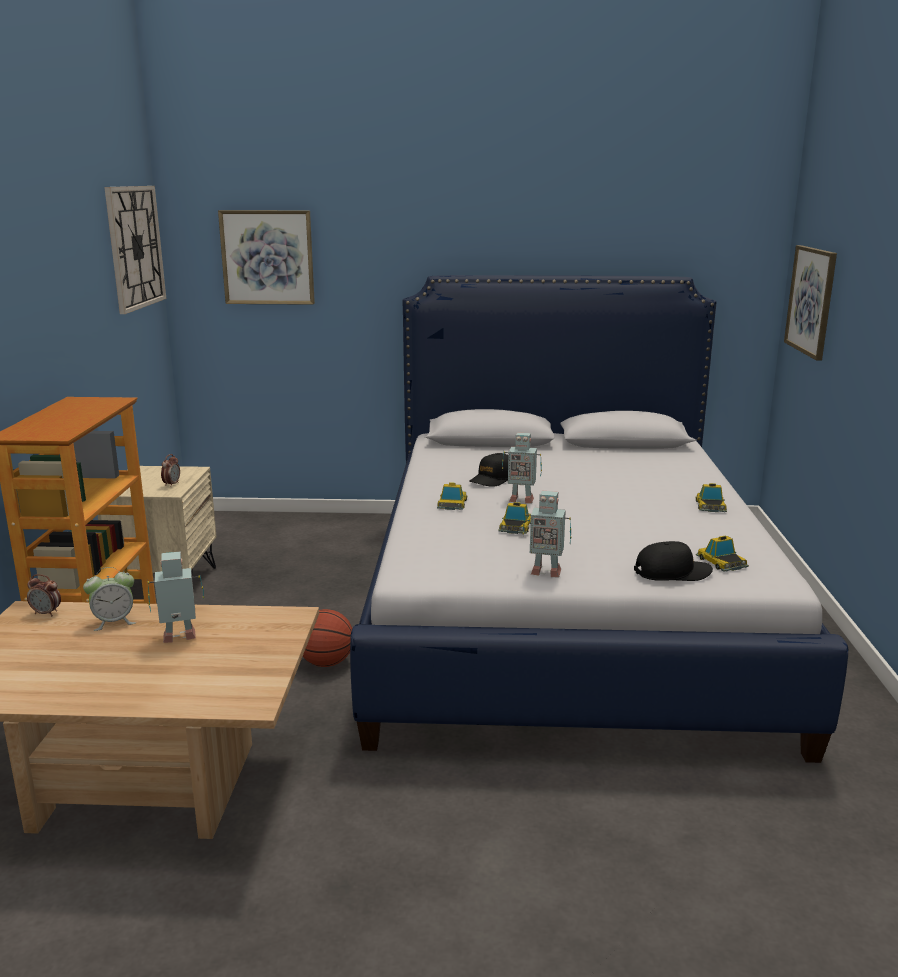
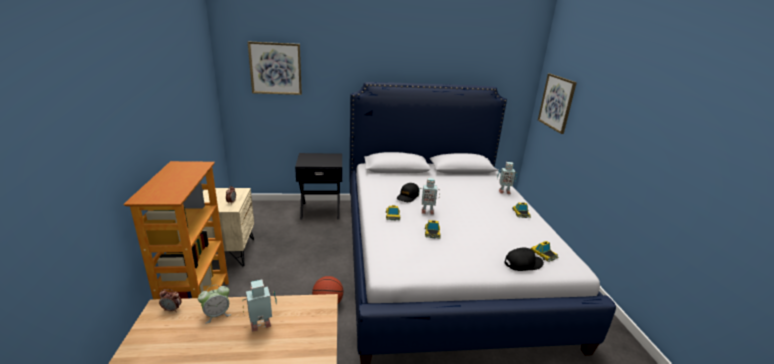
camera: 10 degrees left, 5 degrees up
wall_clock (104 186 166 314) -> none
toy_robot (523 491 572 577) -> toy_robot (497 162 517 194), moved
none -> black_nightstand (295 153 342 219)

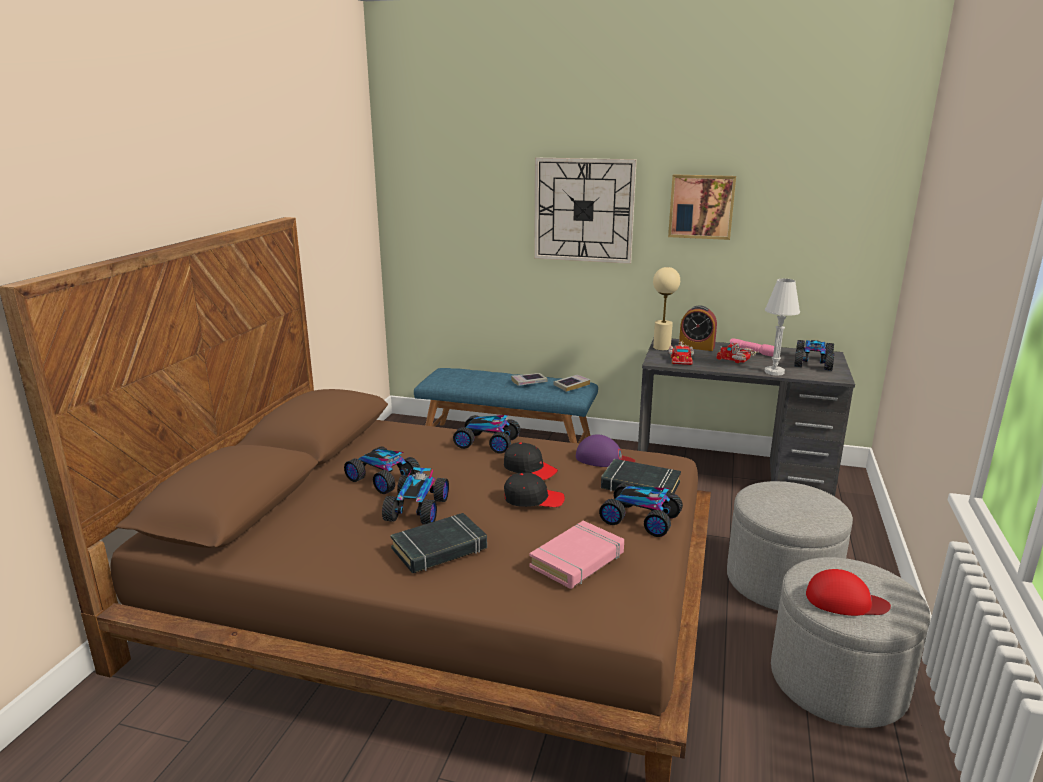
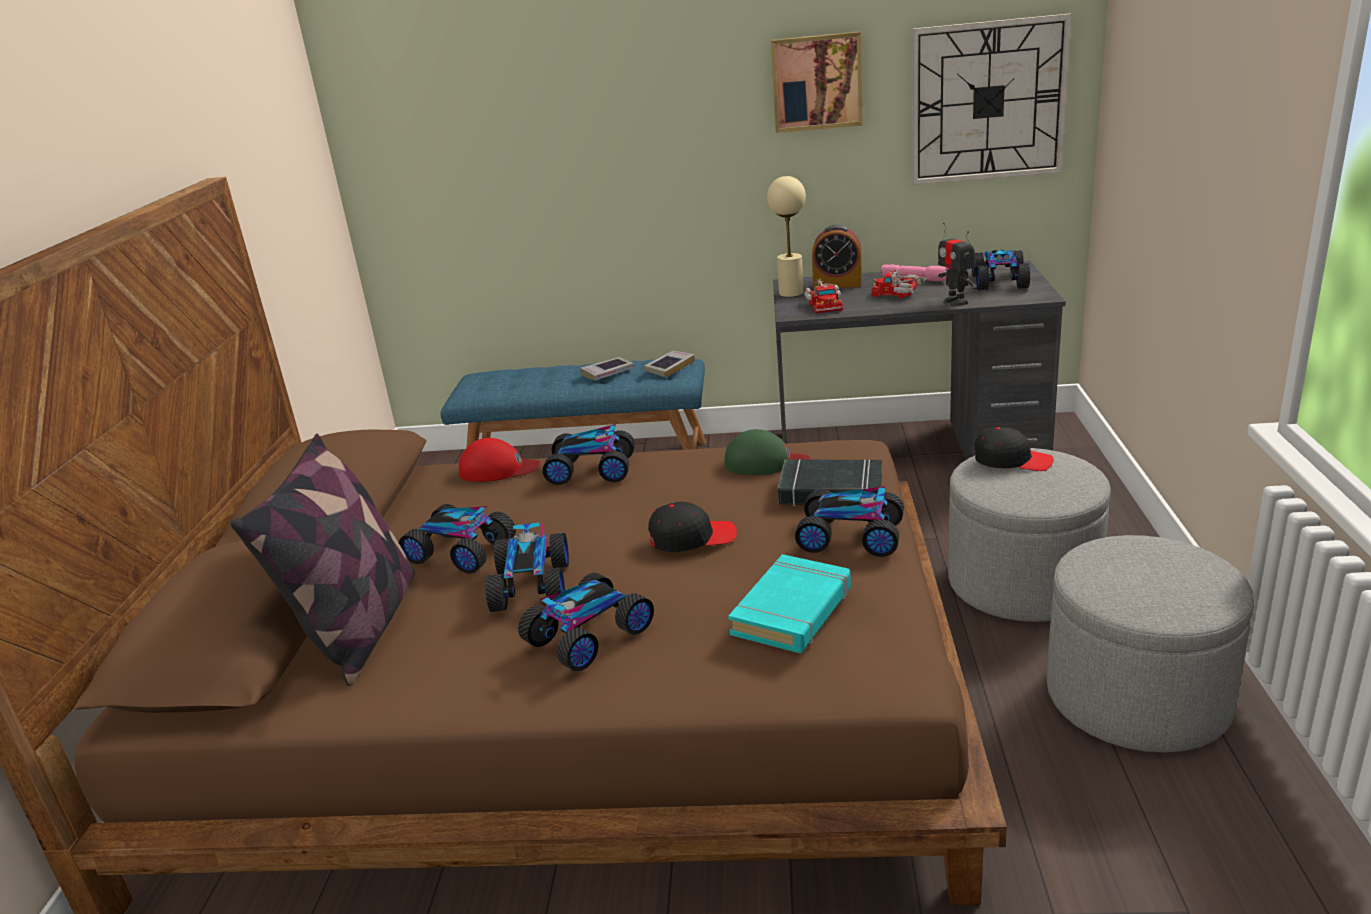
camera: 10 degrees left, 5 degrees up
wall_clock (534 158 637 264) -> wall_clock (912 14 1072 185), moved
white_table_lamp (765 279 800 376) -> toy_robot (938 223 977 306)
purple_cap (576 434 635 467) -> green_cap (724 429 810 475)
black_cap (504 442 558 480) -> black_cap (975 427 1053 471), moved
black_book (390 513 487 573) -> toy_car (518 573 654 671)
pink_book (529 521 624 589) -> turquoise_book (728 554 851 653)
red_cap (806 569 891 616) -> red_cap (459 438 541 482), moved
none -> pillow (231 434 415 686)

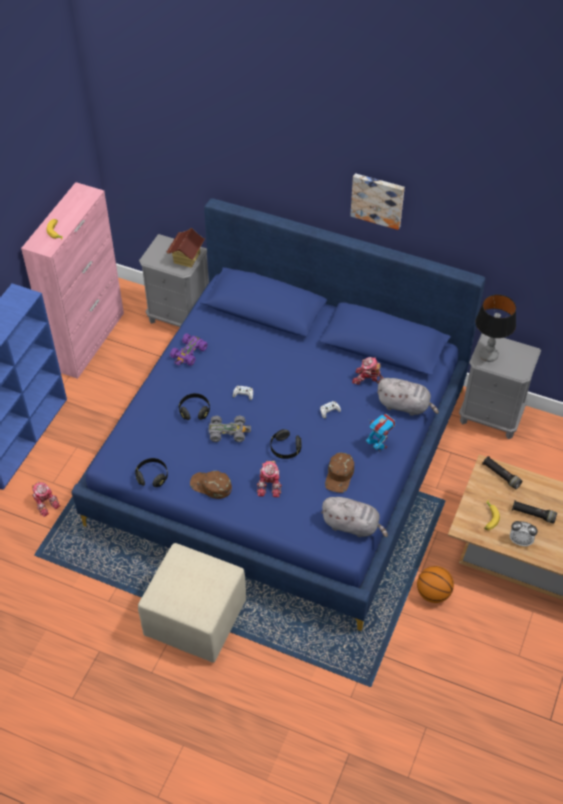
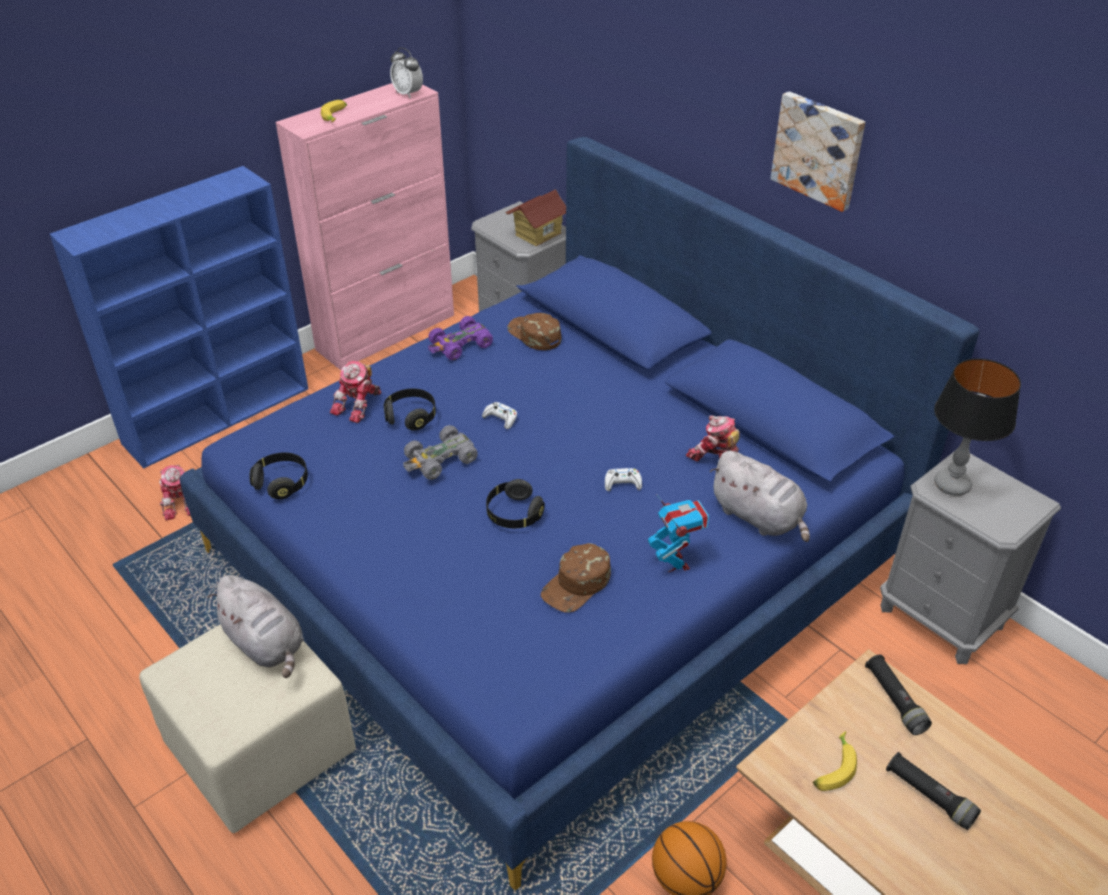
camera: 25 degrees right, 10 degrees down
grey_toy_car (209 416 251 442) -> grey_toy_car (403 425 477 480), 120 degrees clockwise
toy_robot (257 461 282 497) -> toy_robot (330 361 382 423), moved
brown_cap (190 471 232 499) -> brown_cap (508 313 561 350), moved
grey_plush_toy (321 497 388 537) -> grey_plush_toy (208 575 304 678), moved
alarm_clock (510 521 537 546) -> alarm_clock (390 48 423 98), moved

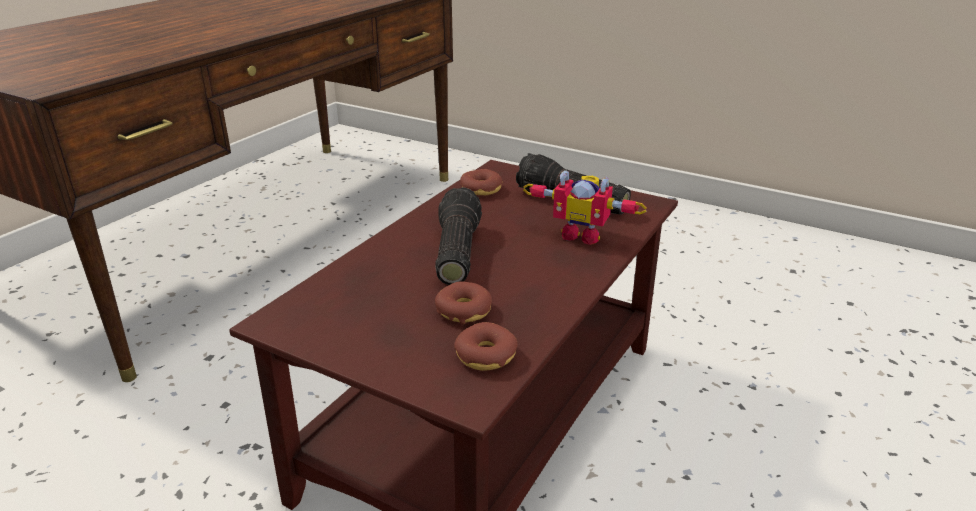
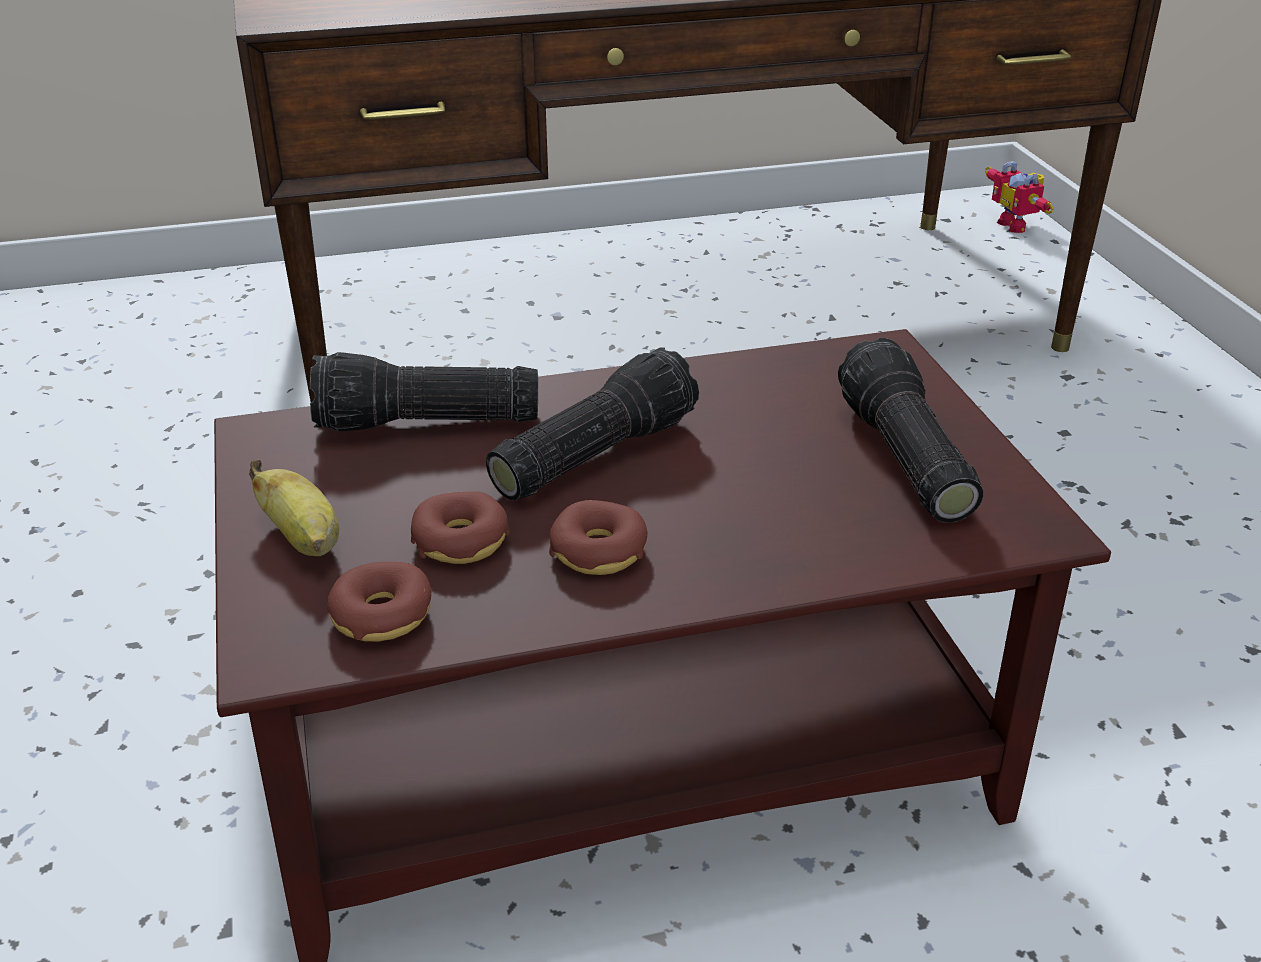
camera: 45 degrees right, 5 degrees up
donut (460 169 503 195) -> donut (549 500 648 575), moved
toy_robot (523 170 647 245) -> toy_robot (985 161 1054 233), moved
none -> flashlight (310 352 538 432)
none -> banana (249 460 339 556)

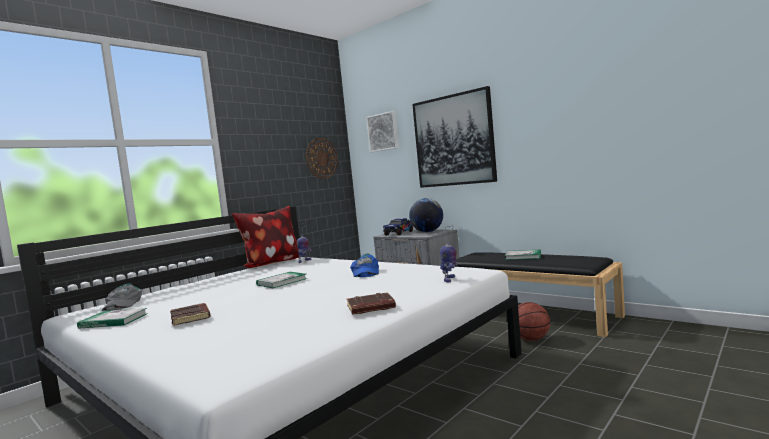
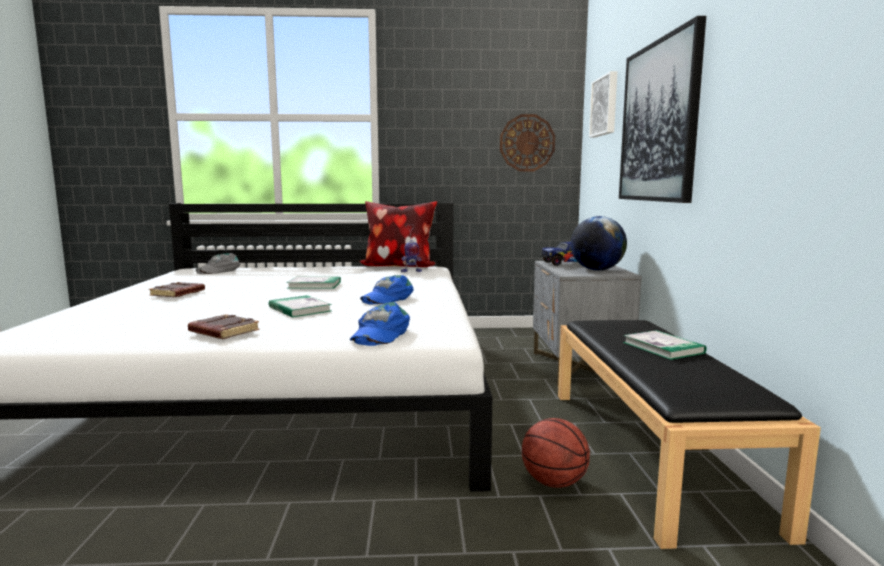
camera: 45 degrees right, 5 degrees up
toy_robot (440 225 457 283) -> blue_cap (350 302 410 346)
book (77 308 148 329) -> book (269 295 332 317), moved

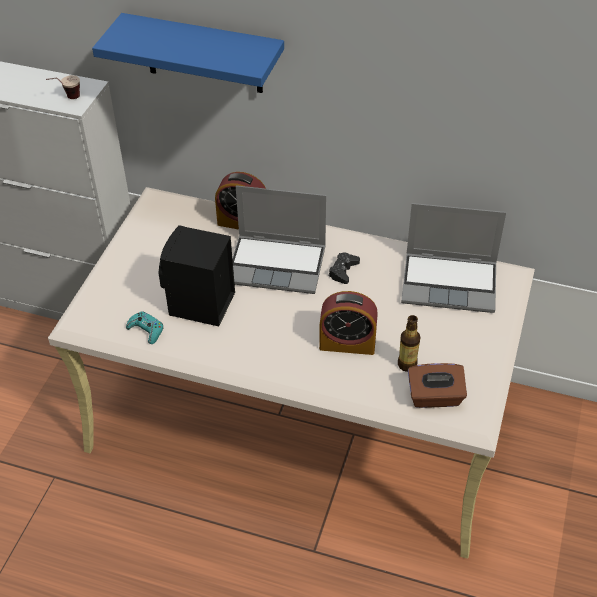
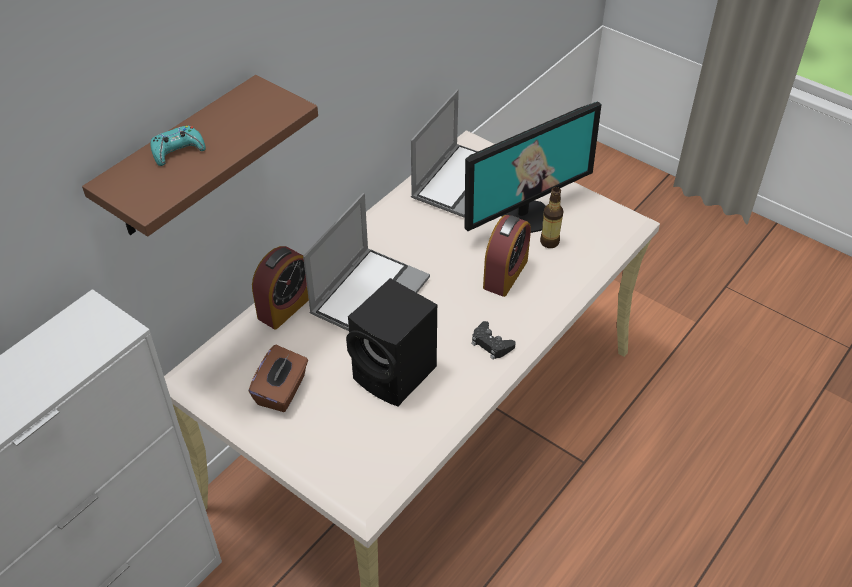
camera: 70 degrees left, 0 degrees up
blue_shelf (92 13 284 93) -> brown_shelf (82 75 318 237)
cup (46 75 80 99) -> none
black_game_controller (329 252 360 284) -> black_game_controller (472 321 515 360), moved
turquoise_game_controller (126 311 163 344) -> turquoise_game_controller (150 125 206 166), moved
brown_tissue_box (408 363 467 408) -> brown_tissue_box (249 345 308 412), moved
none -> monitor (464 101 602 233)

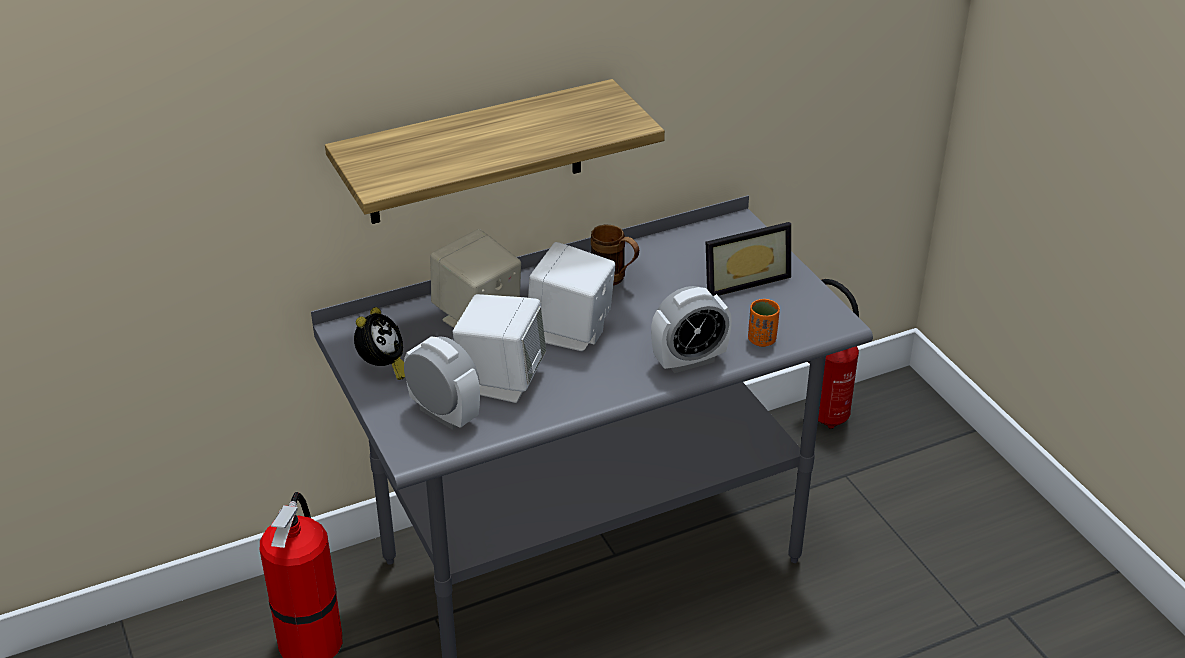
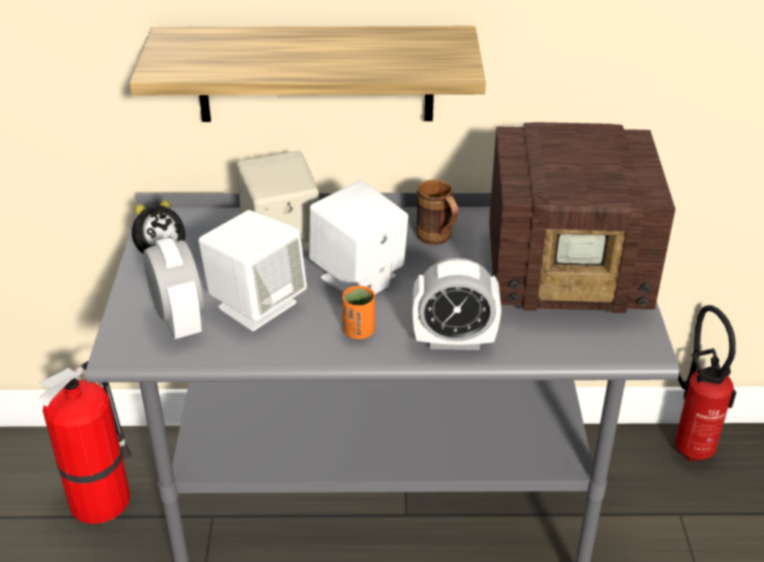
camera: 25 degrees right, 0 degrees up
picture_frame (706 222 791 296) -> radio (489 122 675 313)
orange_cup (748 299 780 347) -> orange_cup (342 286 375 339), moved

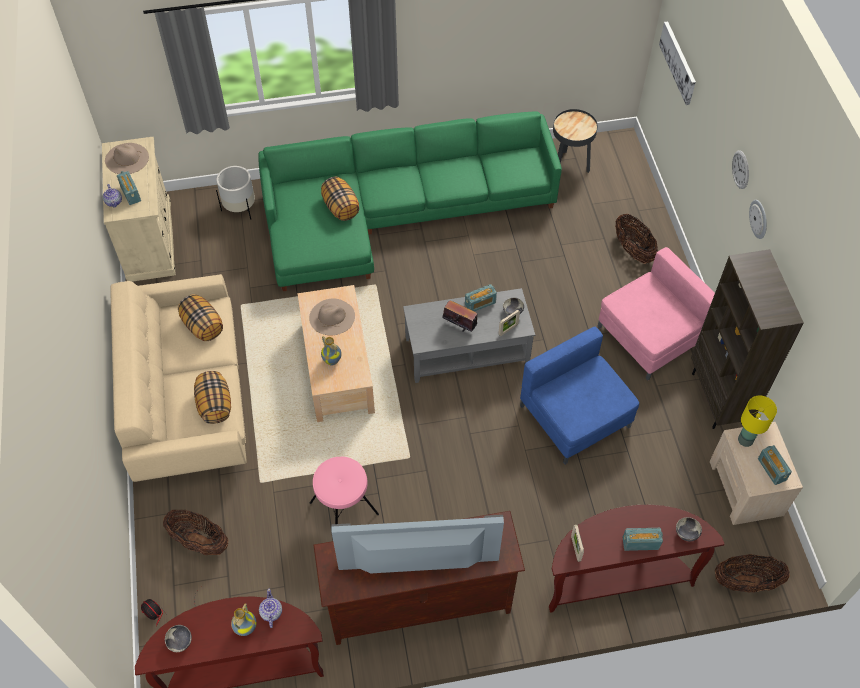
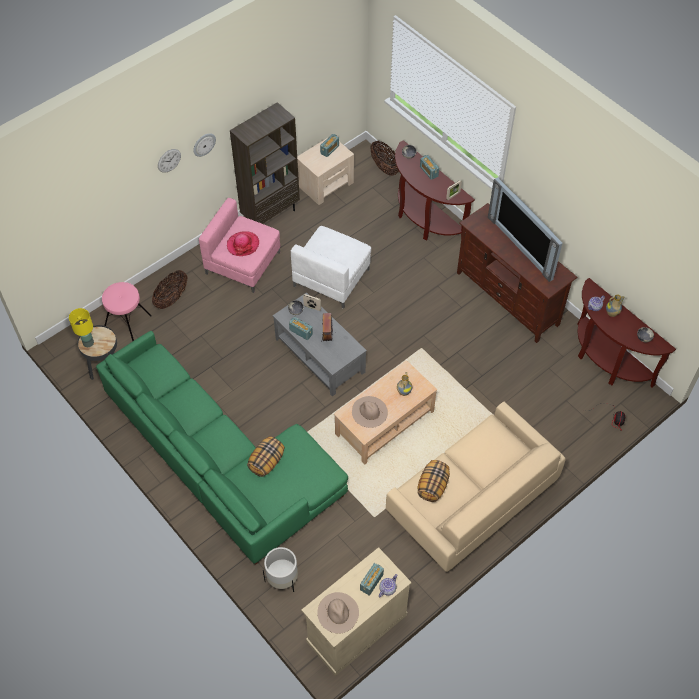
camera: 120 degrees left, 0 degrees up
picture (659 21 696 105) -> none
blue_armchair (520 327 639 464) -> white_armchair (291 226 371 309)
pillow (194 371 231 424) -> none
yellow_table_lamp (738 396 777 447) -> yellow_table_lamp (69 308 94 347), moved
pink_stool (310 457 379 524) -> pink_stool (102 282 152 341), moved
basket (163 510 228 555) -> none
none -> hat (227 231 259 256)

